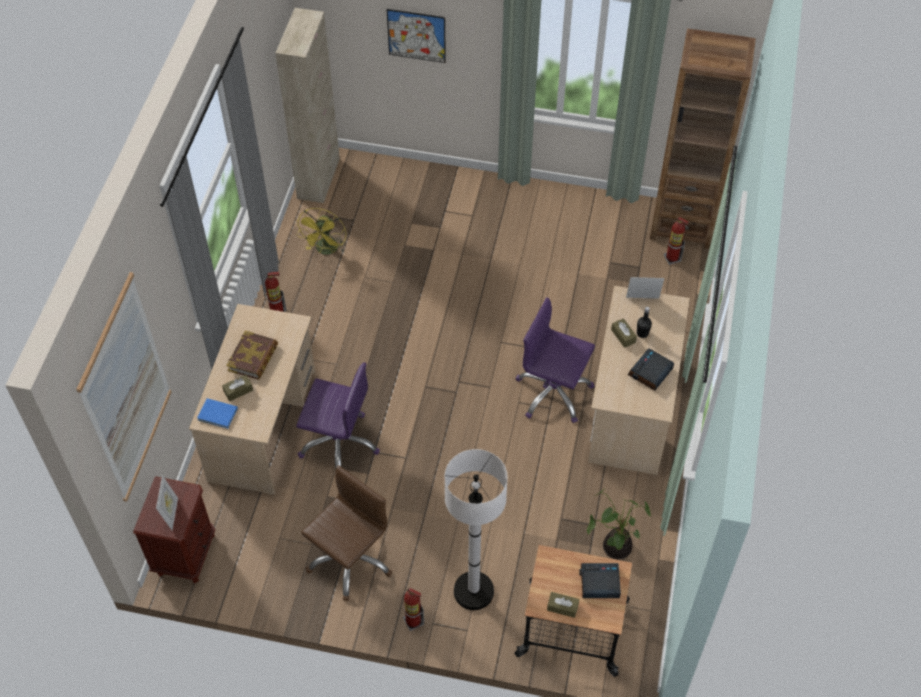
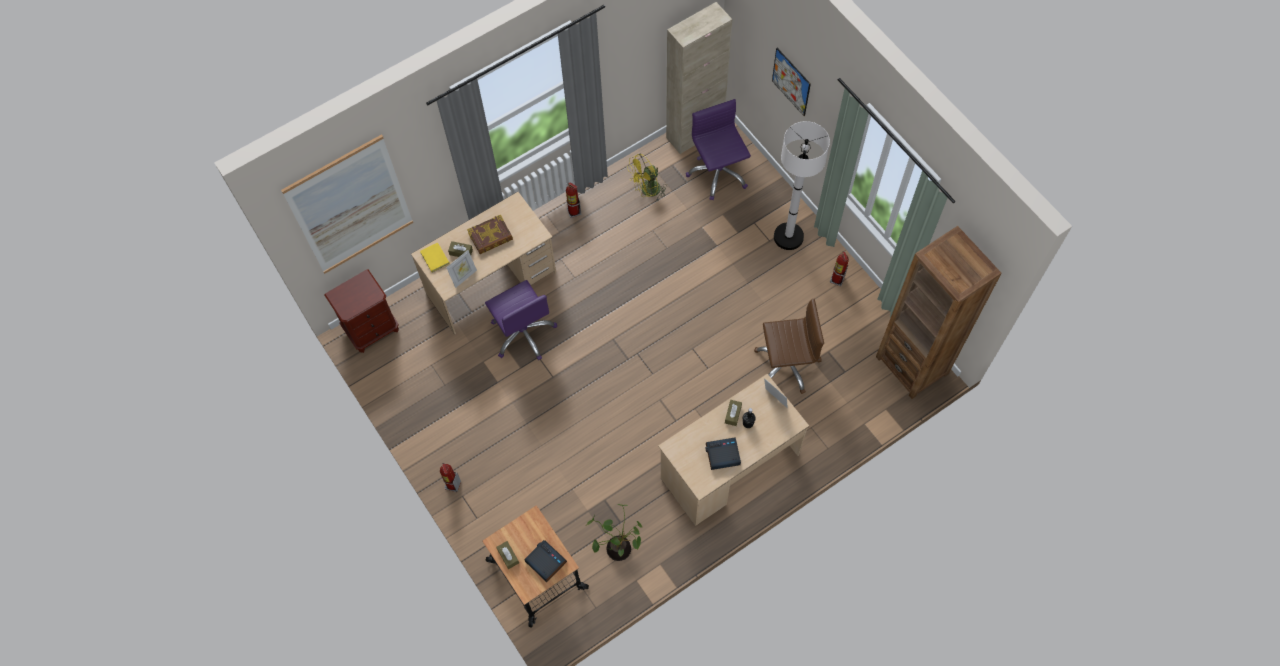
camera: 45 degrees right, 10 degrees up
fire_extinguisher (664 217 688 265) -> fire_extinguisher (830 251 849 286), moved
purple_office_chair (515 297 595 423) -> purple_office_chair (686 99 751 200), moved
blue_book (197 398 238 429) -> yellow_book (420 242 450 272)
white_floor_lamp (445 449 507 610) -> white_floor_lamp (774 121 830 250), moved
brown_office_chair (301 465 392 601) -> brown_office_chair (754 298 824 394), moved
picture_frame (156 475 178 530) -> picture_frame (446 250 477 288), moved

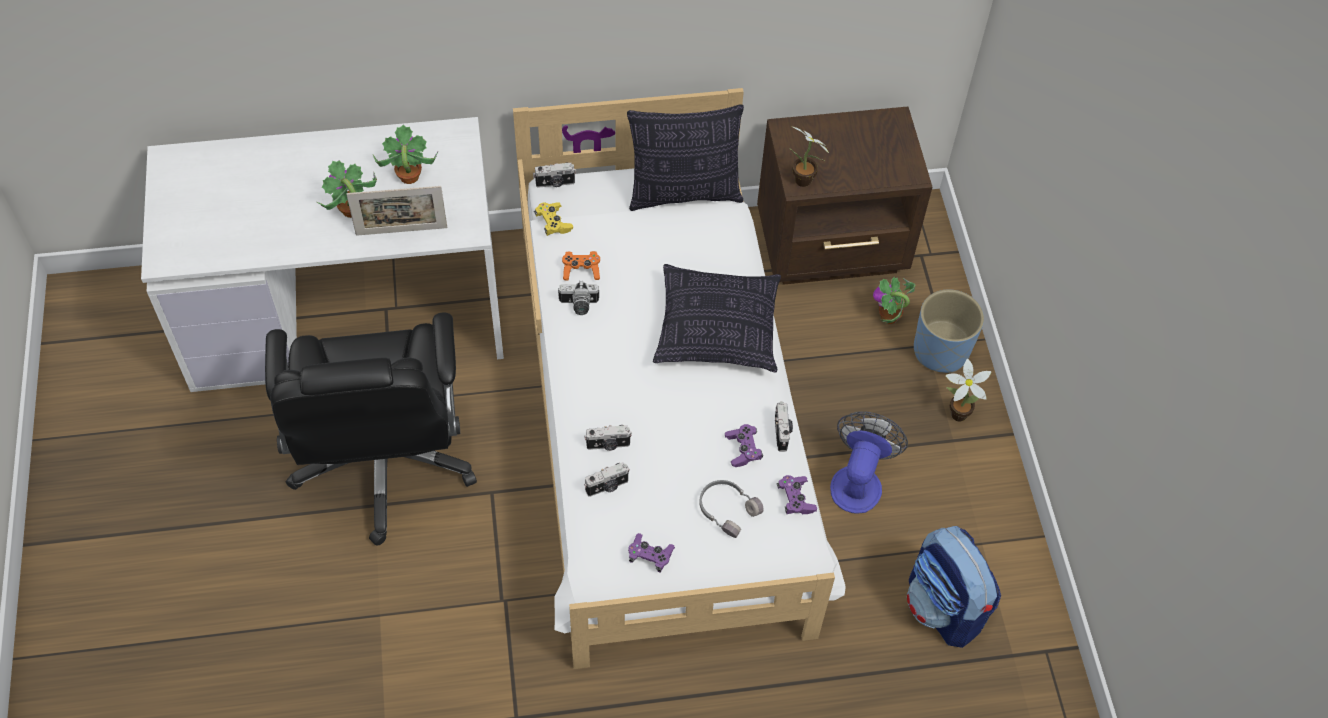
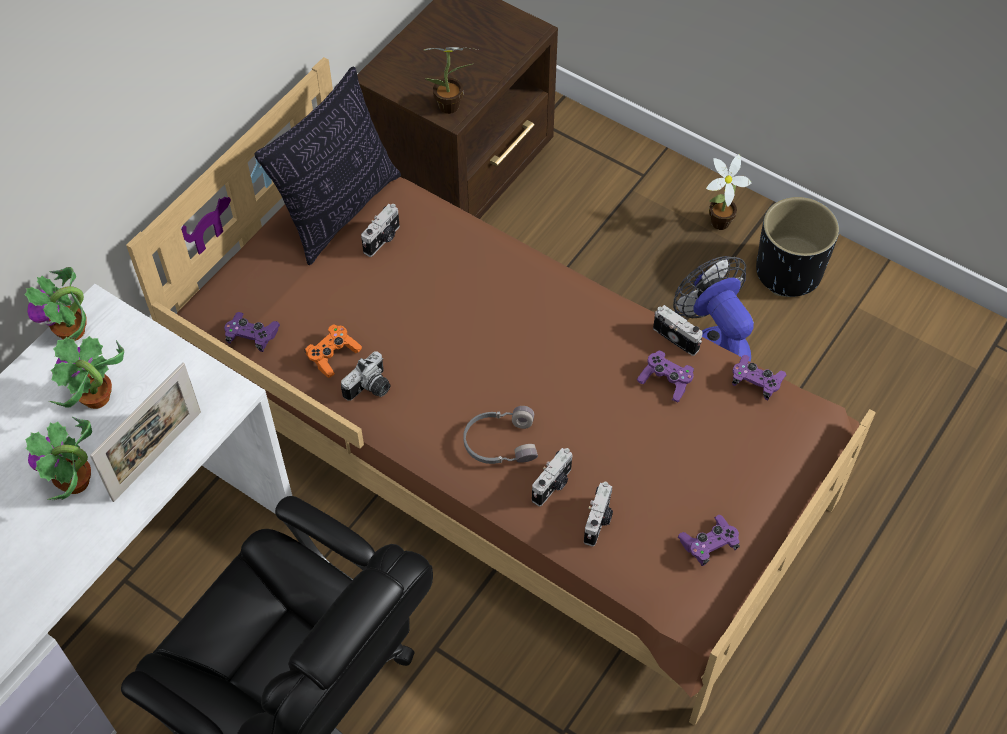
camera: 45 degrees left, 0 degrees up
white_bed (513 88 846 669) -> brown_bed (126 57 876 726)
photo_camera (533 162 576 188) -> photo_camera (361 204 400 257), moved
yellow_game_controller (534 202 573 236) -> purple_game_controller (224 312 280 352)
pillow (653 264 781 372) -> none
potted_plant (873 277 915 324) -> potted_plant (24 267 87 341), moved
blue_planter (914 289 984 373) -> none
grey_headphones (699 480 764 538) -> grey_headphones (463 406 538 464), moved
backpack (907 526 1001 648) -> none
none -> black_planter (756 197 839 297)

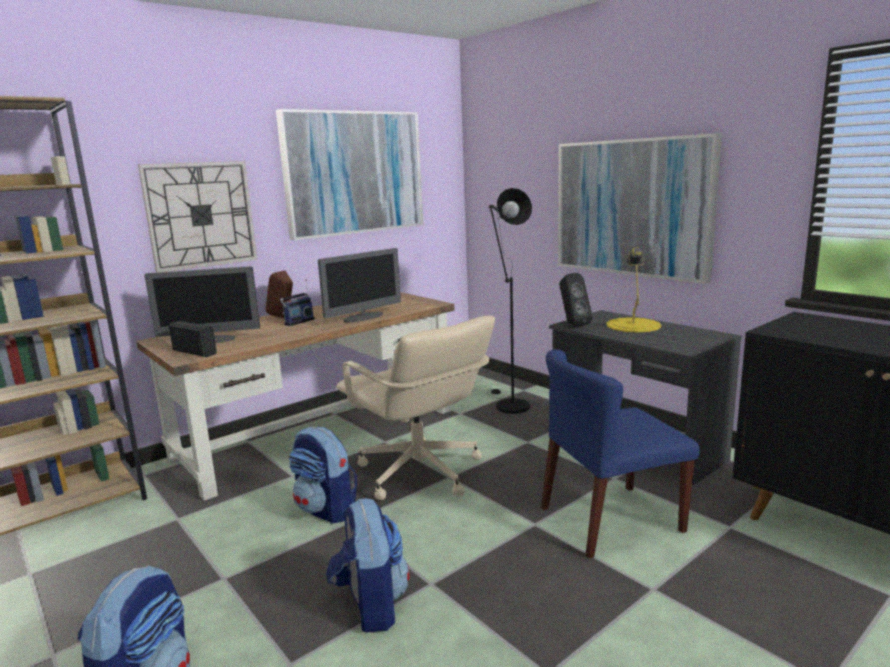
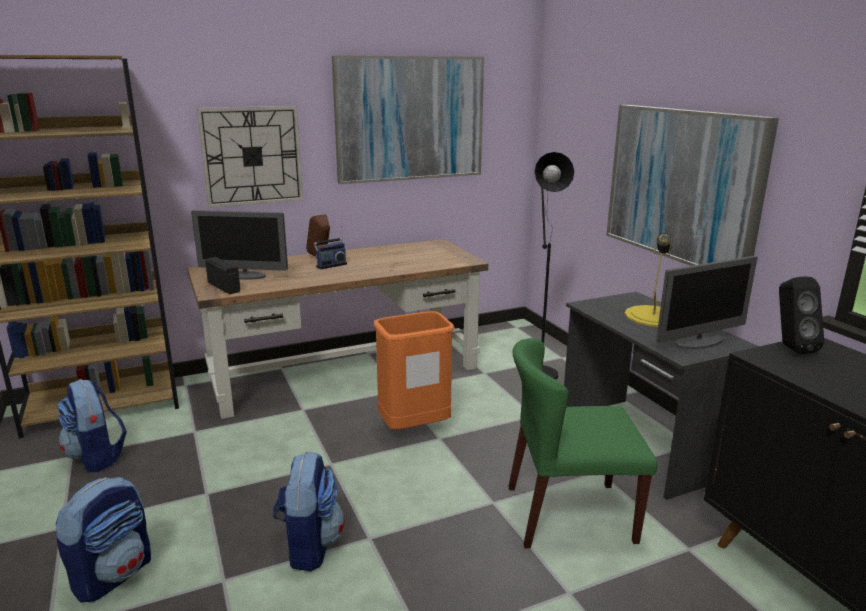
camera: 15 degrees right, 5 degrees up
monitor (318 248 401 322) -> monitor (656 256 758 349), moved
black_speaker (559 273 592 326) -> black_speaker (779 277 824 354), moved
beige_office_chair (336 316 495 500) -> orange_trash_can (374 311 454 429)
blue_chair (541 349 700 559) -> green_chair (508 338 657 548)
backpack (289 427 357 524) -> backpack (57 379 127 472), moved

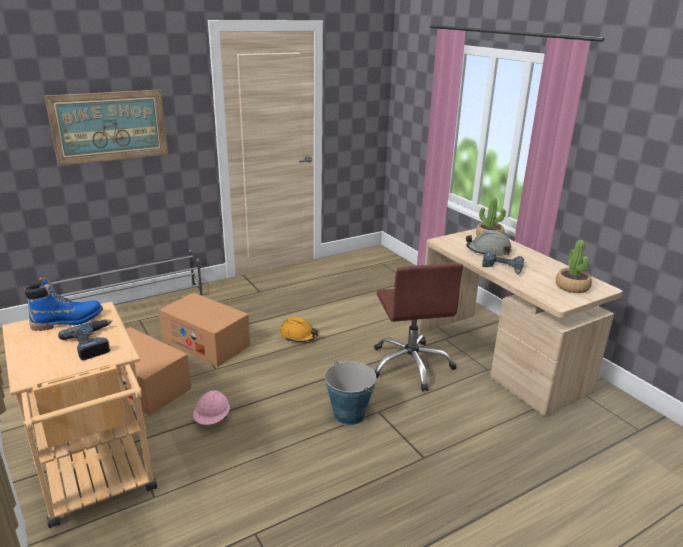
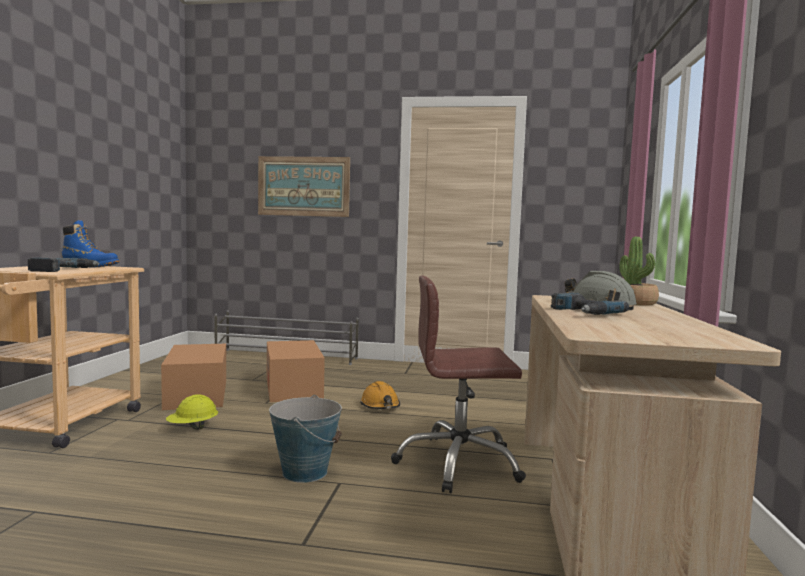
camera: 40 degrees right, 20 degrees down
potted_plant (556 240 592 293) -> none
brown_office_chair (374 263 463 391) -> brown_office_chair (391 276 526 493), 60 degrees clockwise
pink_hard_hat (193 390 230 425) -> yellow_hard_hat (166 394 218 430)

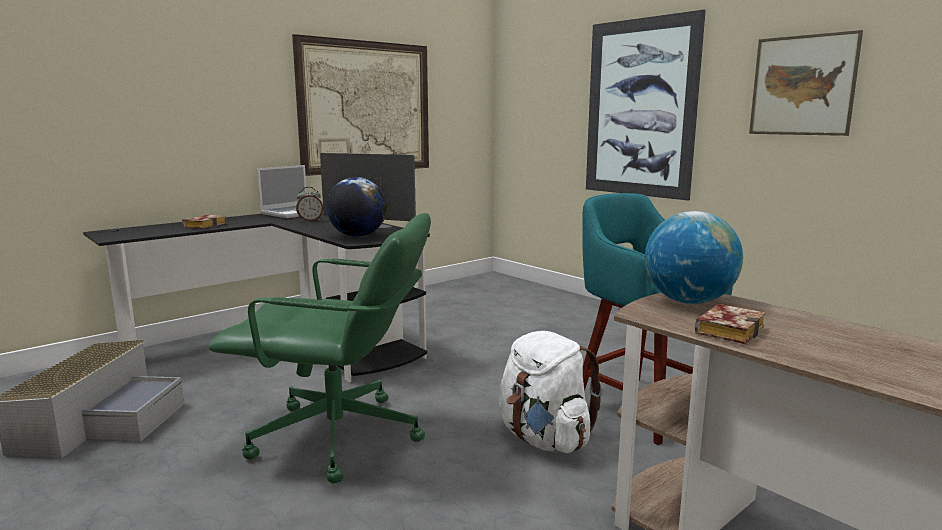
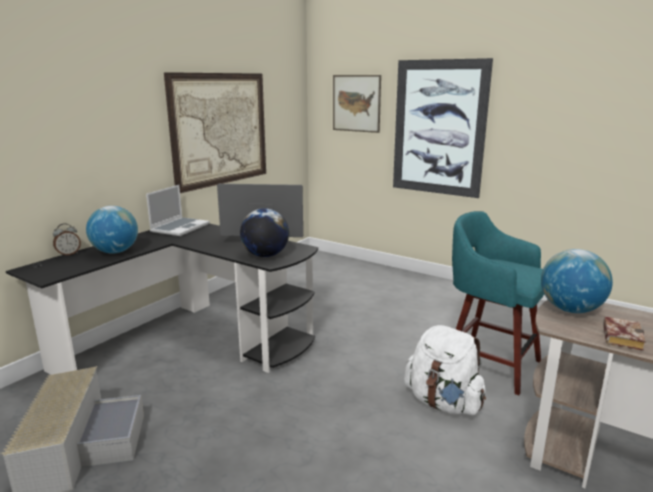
camera: 15 degrees left, 5 degrees up
picture (749 30 863 136) -> picture (333 75 381 133), moved
alarm_clock (296 187 323 222) -> alarm_clock (53 223 81 256), moved
green_office_chair (208 213 431 484) -> none
book (182 215 226 229) -> globe (86 206 138 254)

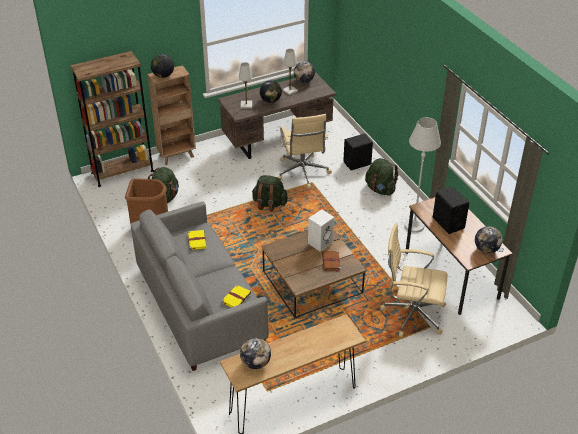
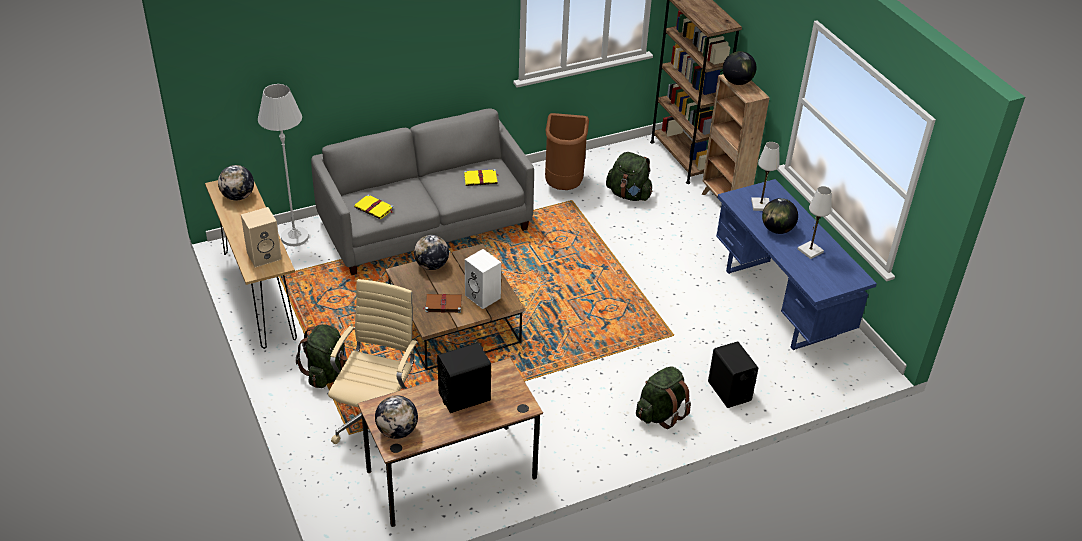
camera: 90 degrees right, 0 degrees up
globe (294 61 315 83) -> globe (414 235 449 270), moved
brown_desk (218 73 336 159) -> blue_desk (716 179 877 350)
beige_office_chair (278 114 332 189) -> none
white_floor_lamp (404 117 441 233) -> white_floor_lamp (258 84 309 246), moved
green_backpack (252 175 288 212) -> green_backpack (296 324 347 388), moved
none -> beige_speaker (241 207 282 267)

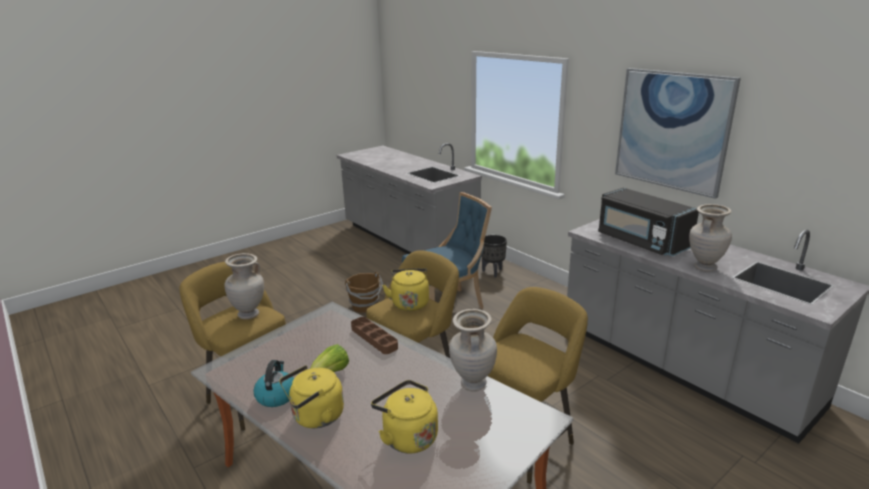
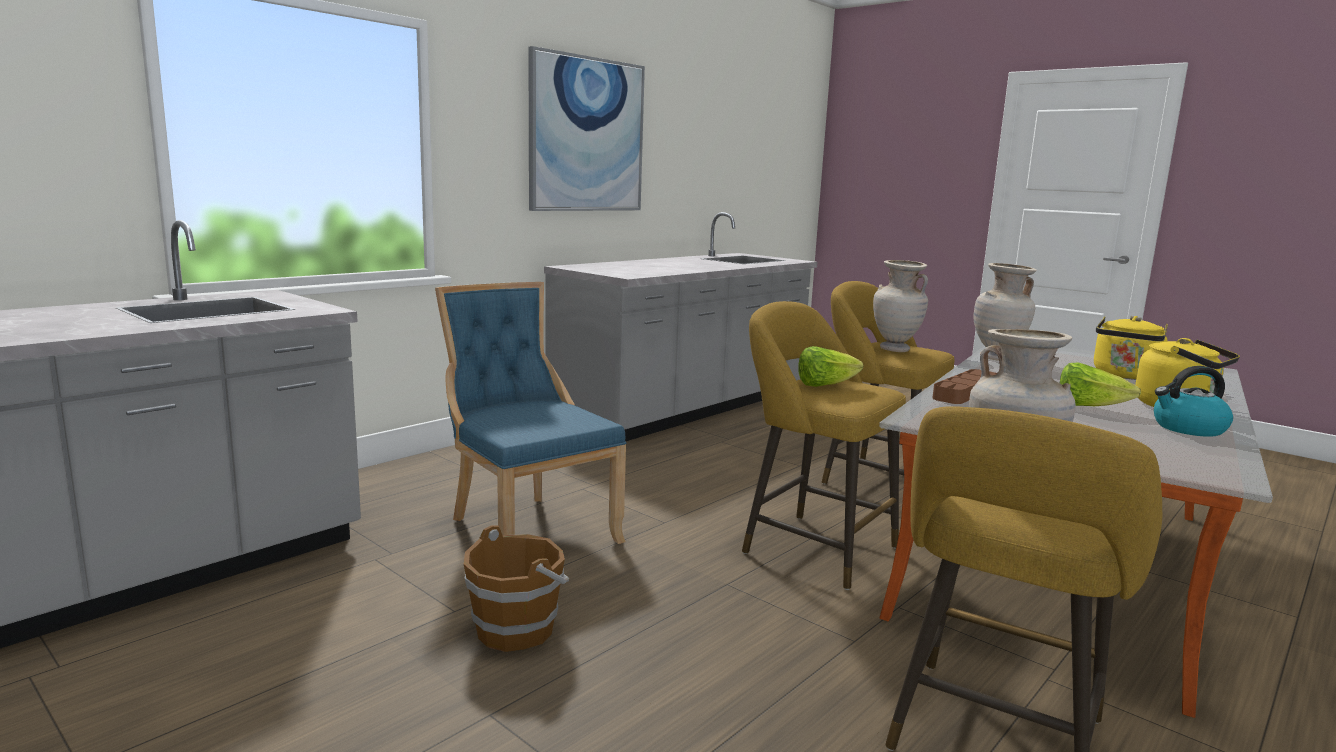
camera: 100 degrees left, 10 degrees down
black_microwave (598 188 699 256) -> none
beige_vase (689 204 732 272) -> beige_vase (873 260 928 352), moved
black_planter (481 235 507 277) -> none
yellow_kettle (382 268 429 311) -> lettuce (798 346 864 387)

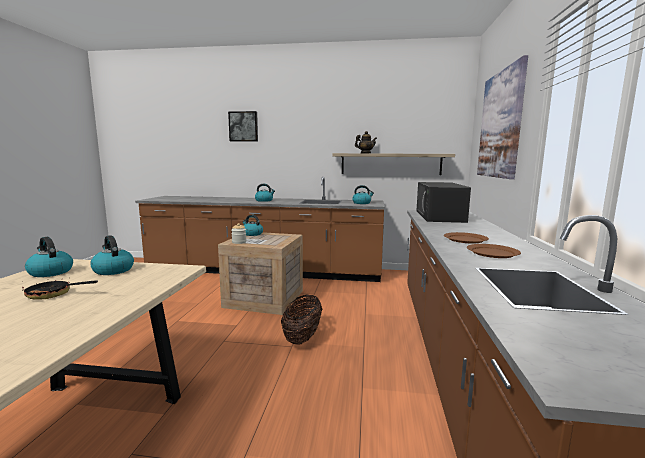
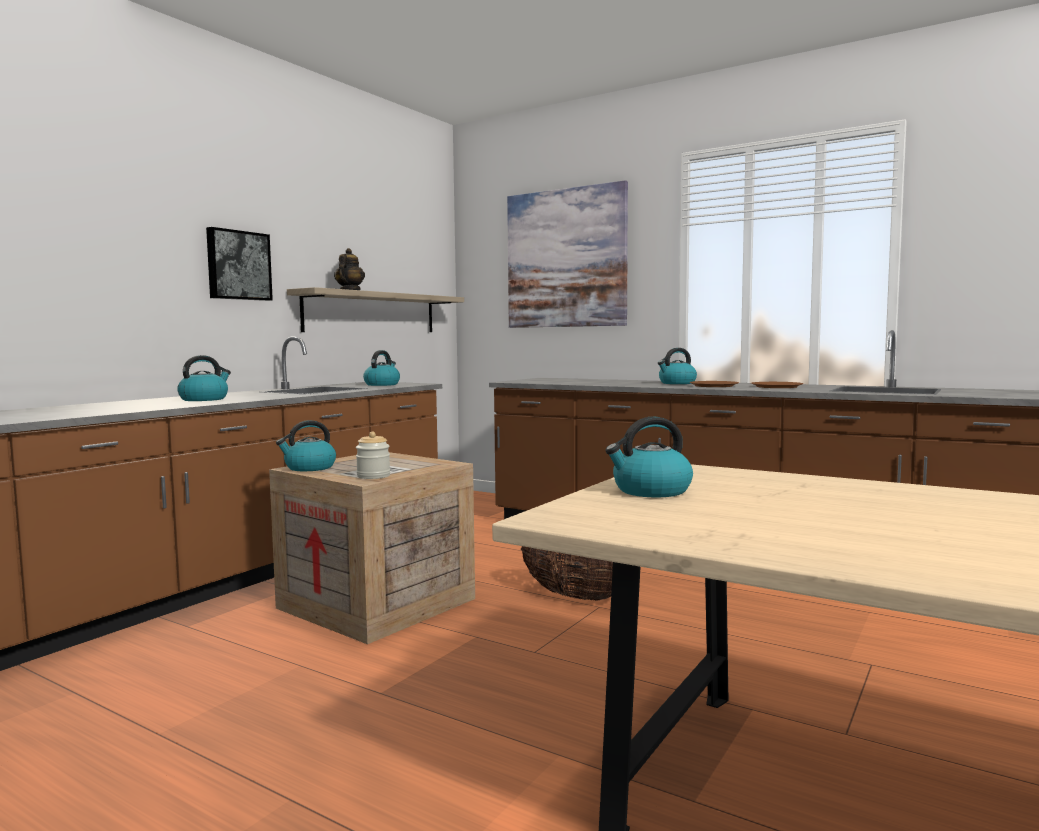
camera: 65 degrees left, 5 degrees down
picture (228 111 258 141) -> picture (206 227 273 301), moved
black_microwave (417 182 471 223) -> none
kettle (25 237 73 277) -> kettle (658 348 697 384), moved
frying_pan (22 273 98 299) -> none

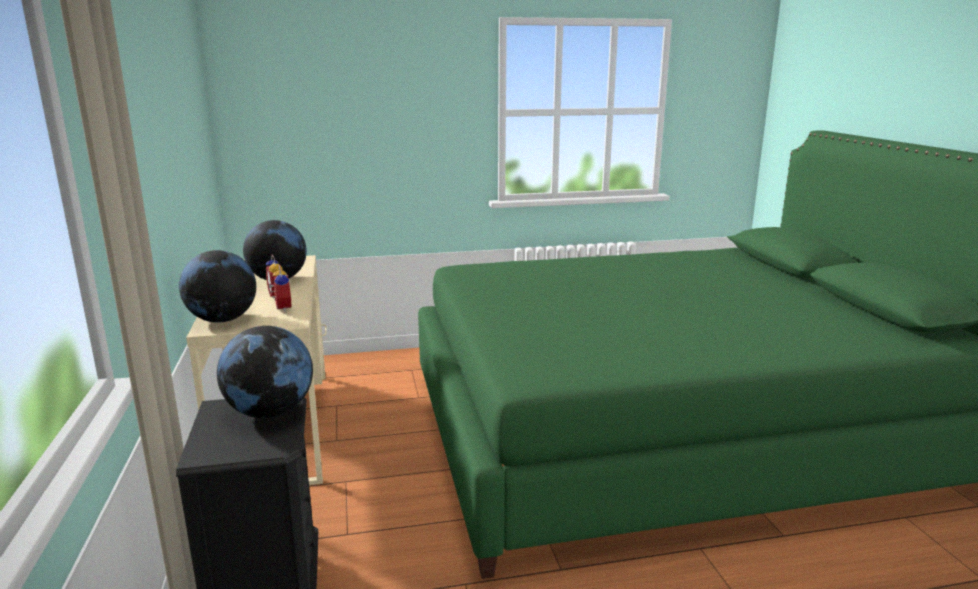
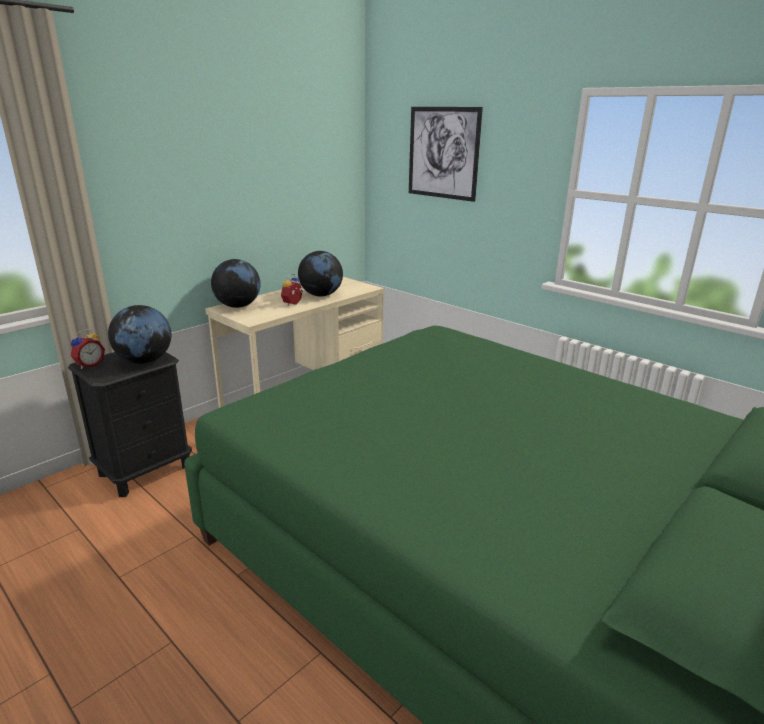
camera: 55 degrees right, 5 degrees up
alarm_clock (268 265 292 312) -> alarm_clock (71 329 105 369), moved
none -> picture (409 107 483 202)

